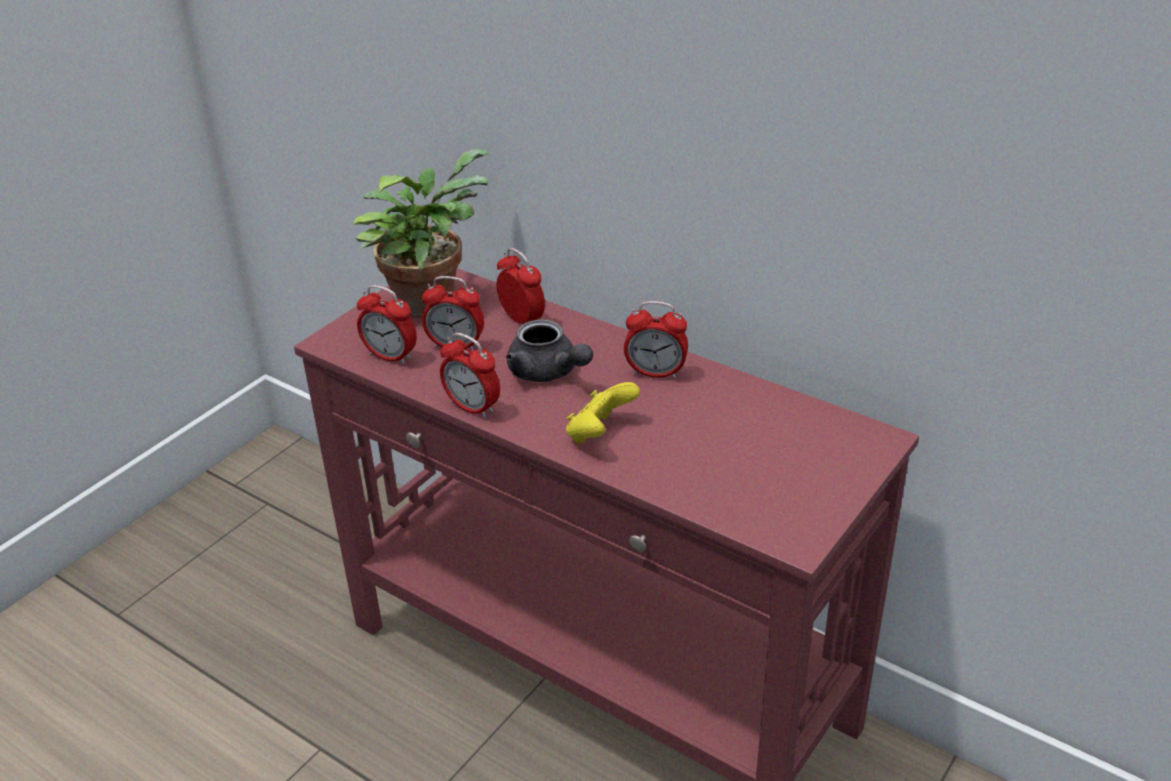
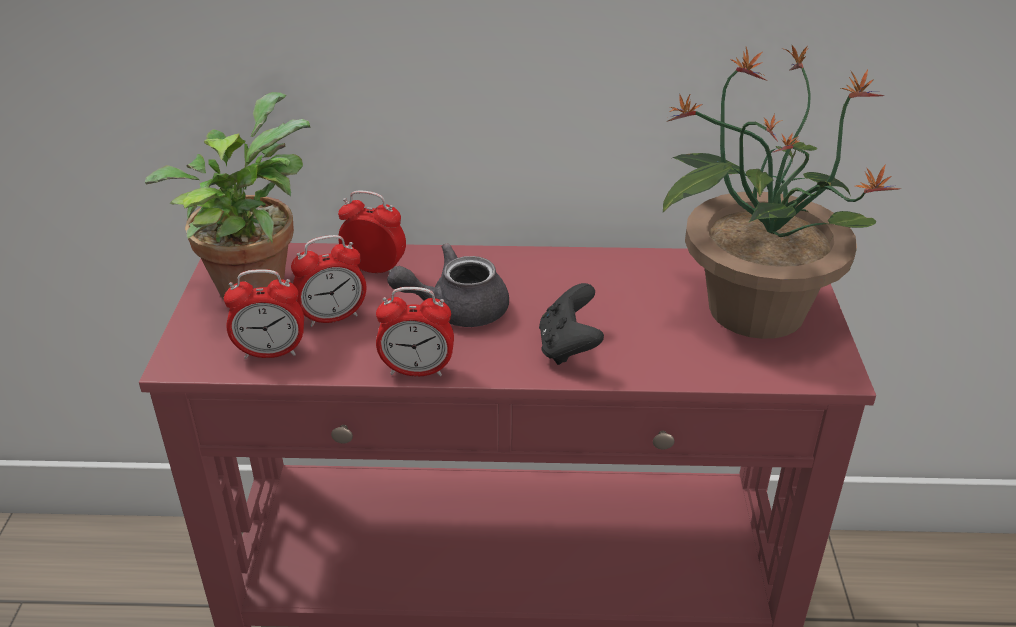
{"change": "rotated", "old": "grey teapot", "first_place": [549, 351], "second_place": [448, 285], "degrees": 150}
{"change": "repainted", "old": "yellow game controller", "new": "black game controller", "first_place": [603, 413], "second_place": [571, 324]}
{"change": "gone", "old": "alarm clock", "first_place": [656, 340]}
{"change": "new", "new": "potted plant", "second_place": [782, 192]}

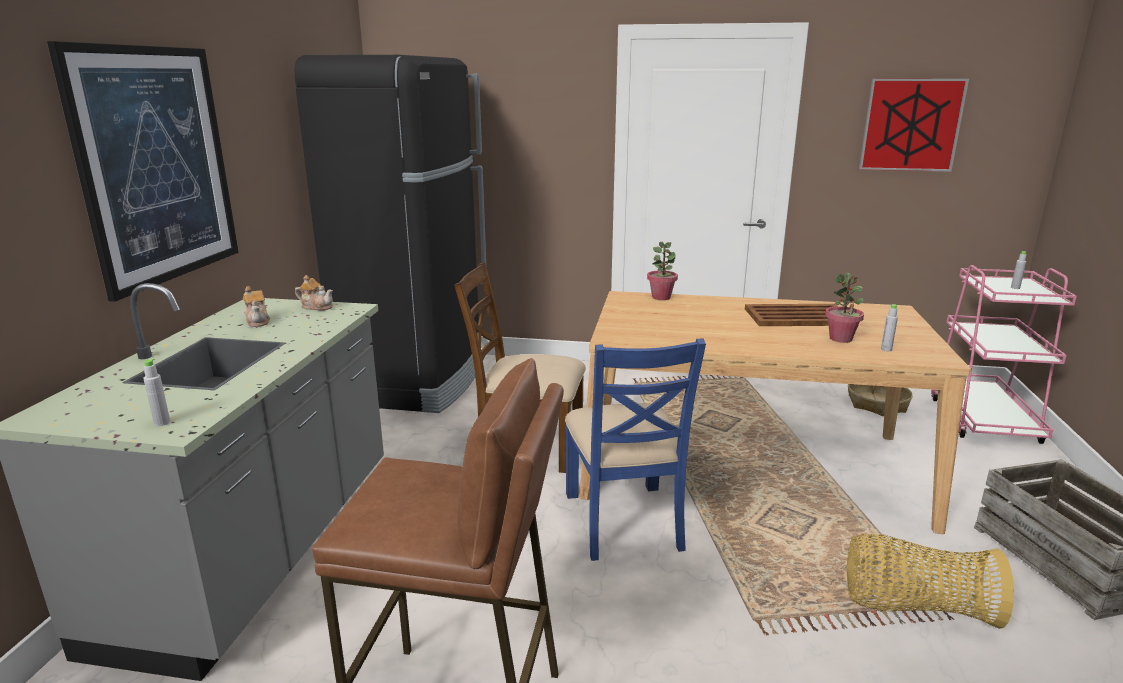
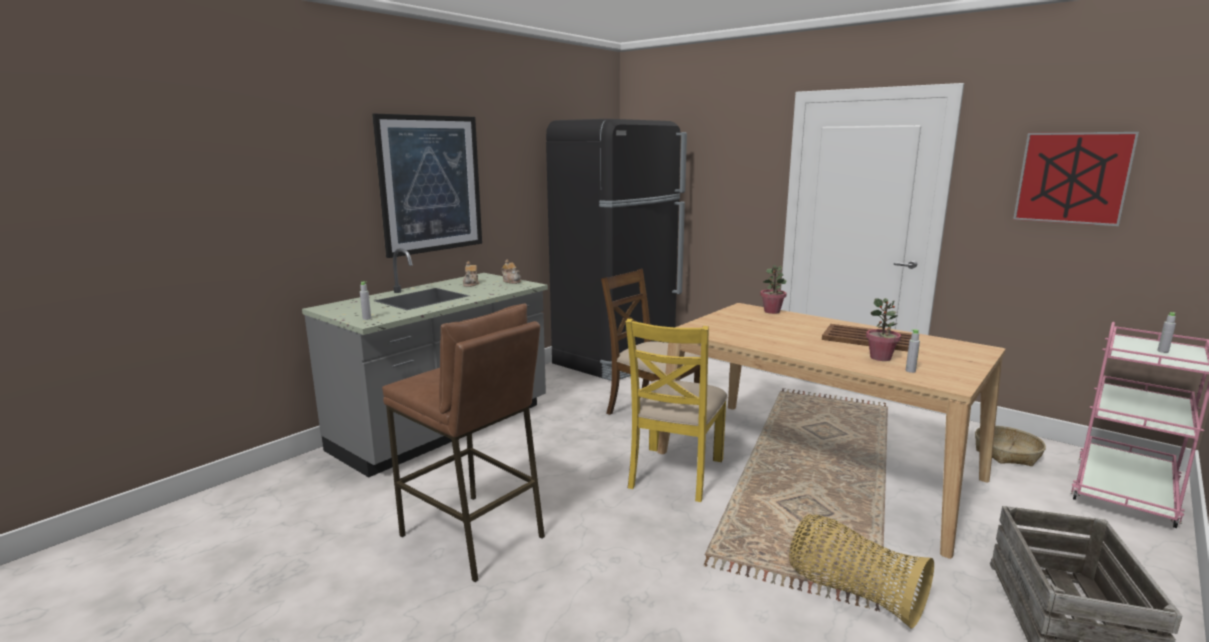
{"change": "repainted", "old": "blue chair", "new": "yellow chair", "first_place": [635, 449], "second_place": [676, 410]}

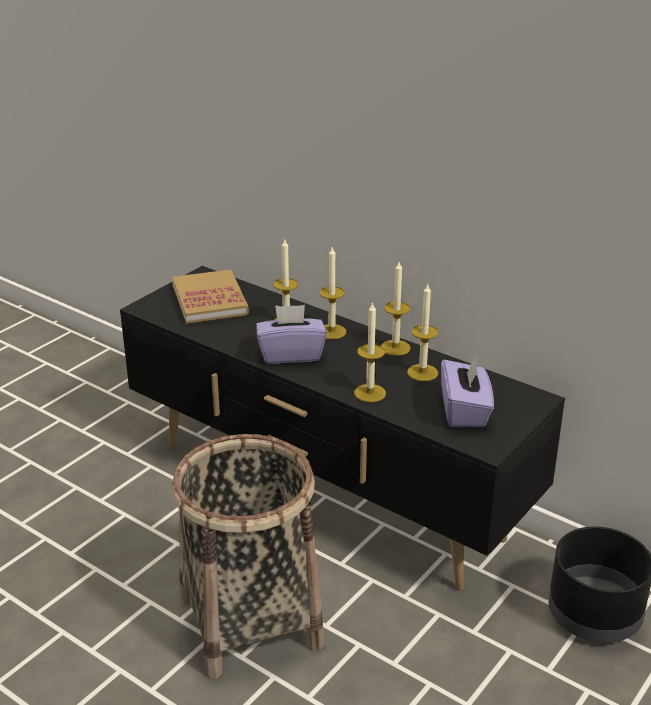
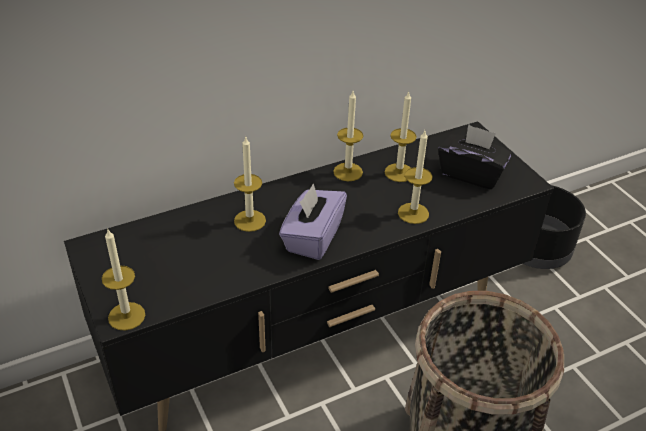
{"change": "gone", "old": "book", "first_place": [210, 297]}
{"change": "shifted", "old": "candle", "first_place": [333, 293], "second_place": [123, 279]}
{"change": "repainted", "old": "purple tissue box", "new": "black tissue box", "first_place": [467, 391], "second_place": [475, 156]}

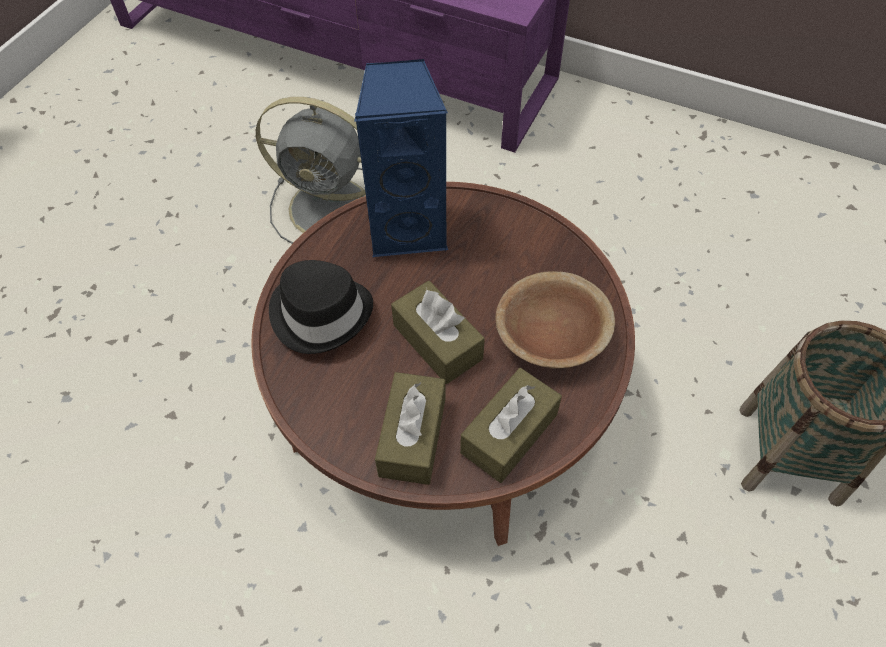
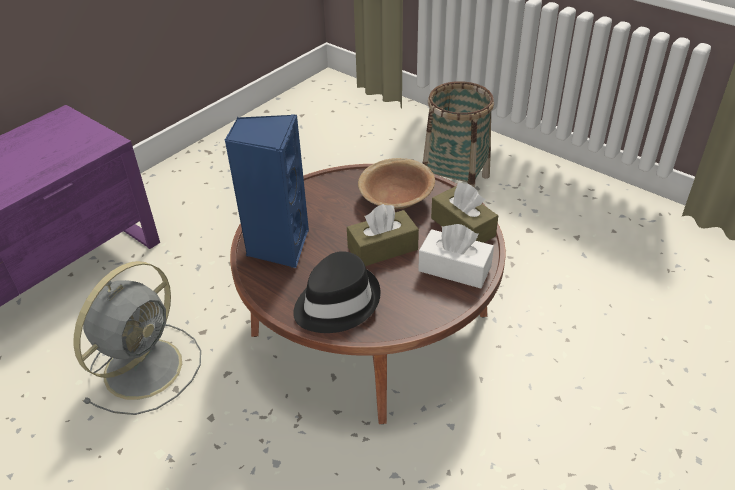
{"change": "repainted", "old": "brown tissue box", "new": "white tissue box", "first_place": [410, 428], "second_place": [456, 256]}

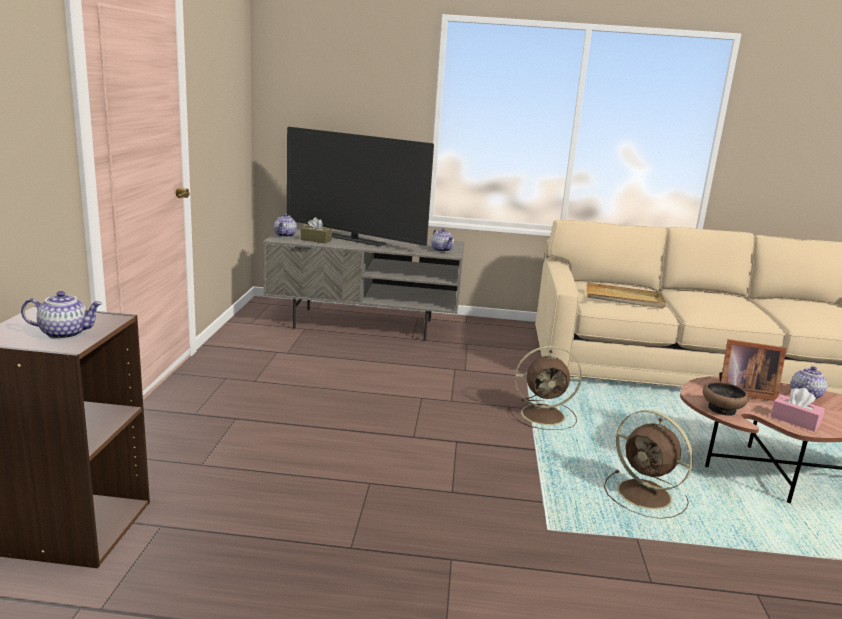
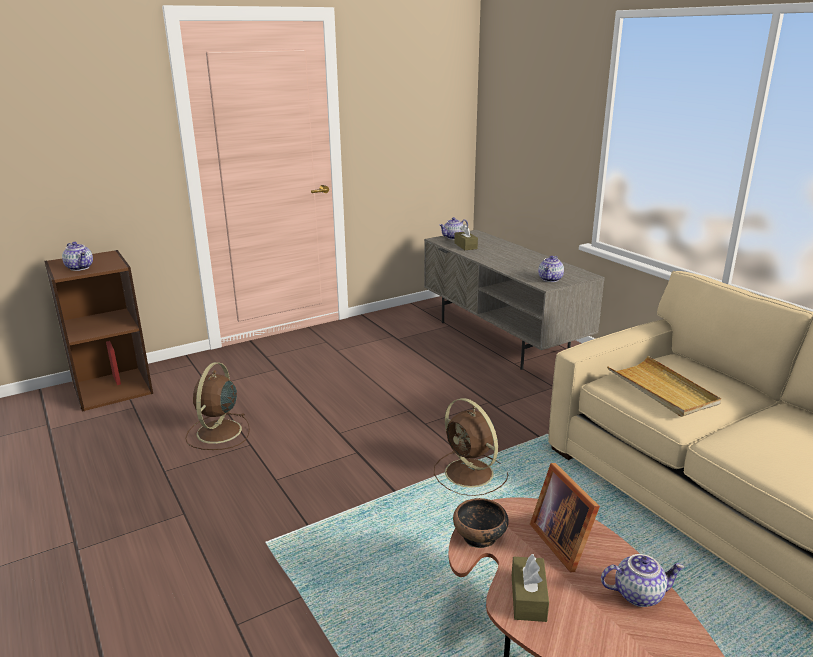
{"change": "gone", "old": "television", "first_place": [360, 186]}
{"change": "shifted", "old": "brown fan", "first_place": [648, 464], "second_place": [217, 406]}
{"change": "repainted", "old": "pink tissue box", "new": "brown tissue box", "first_place": [797, 410], "second_place": [530, 588]}

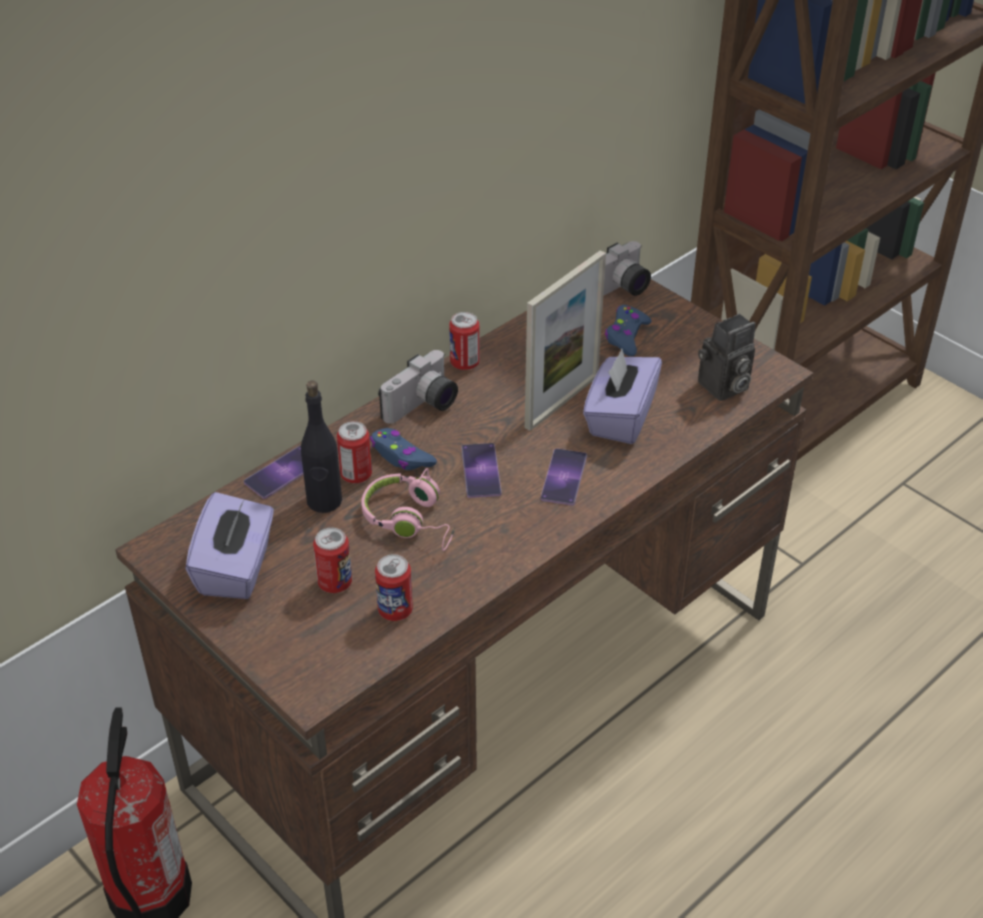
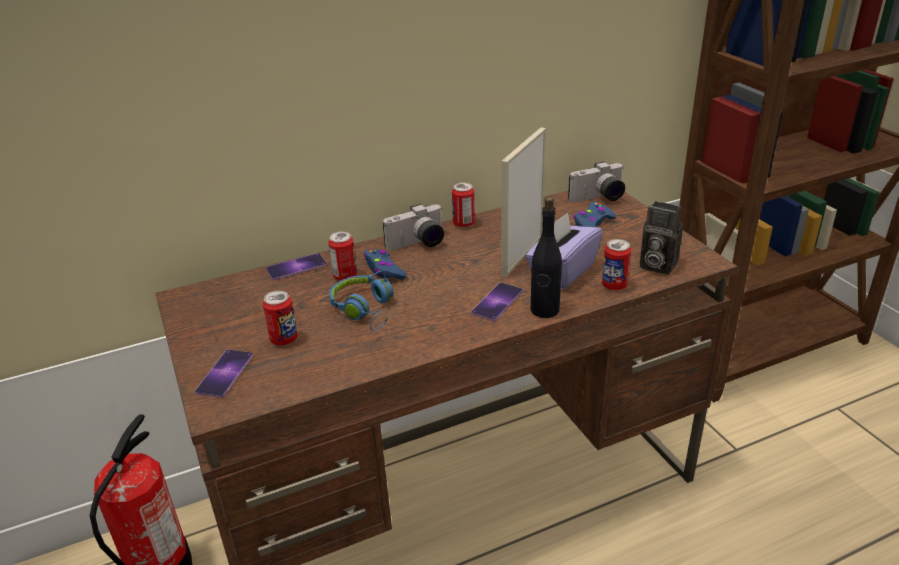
{"change": "gone", "old": "purple tissue box", "first_place": [229, 545]}
{"change": "shifted", "old": "black bottle", "first_place": [321, 446], "second_place": [546, 257]}
{"change": "repainted", "old": "pink headphones", "new": "blue headphones", "first_place": [408, 509], "second_place": [361, 300]}
{"change": "shifted", "old": "can", "first_place": [394, 587], "second_place": [616, 265]}
{"change": "shifted", "old": "phone", "first_place": [481, 470], "second_place": [224, 374]}
{"change": "rotated", "old": "picture frame", "first_place": [565, 340], "second_place": [523, 202], "degrees": 150}
{"change": "rotated", "old": "photo camera", "first_place": [726, 357], "second_place": [661, 238], "degrees": 45}

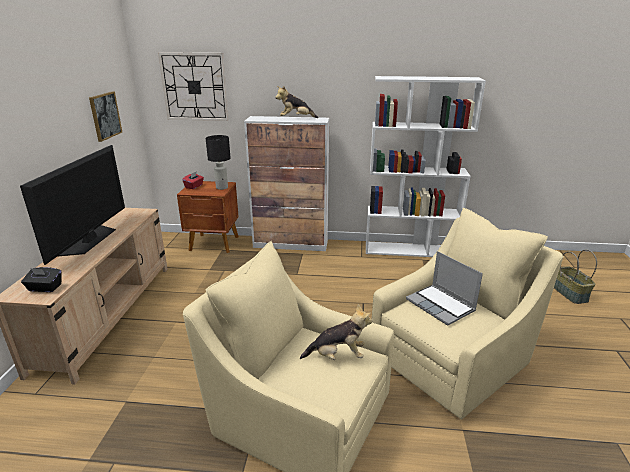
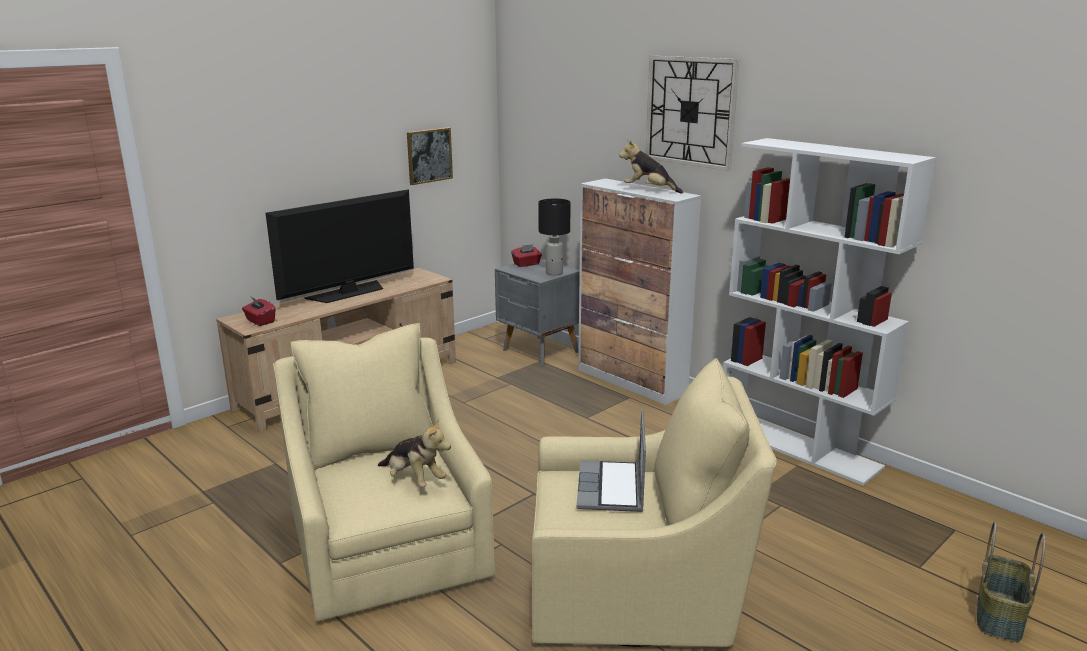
{"change": "repainted", "old": "black tissue box", "new": "red tissue box", "first_place": [41, 279], "second_place": [259, 311]}
{"change": "shifted", "old": "wall clock", "first_place": [193, 86], "second_place": [692, 113]}
{"change": "repainted", "old": "brown nightstand", "new": "grey nightstand", "first_place": [208, 217], "second_place": [537, 312]}

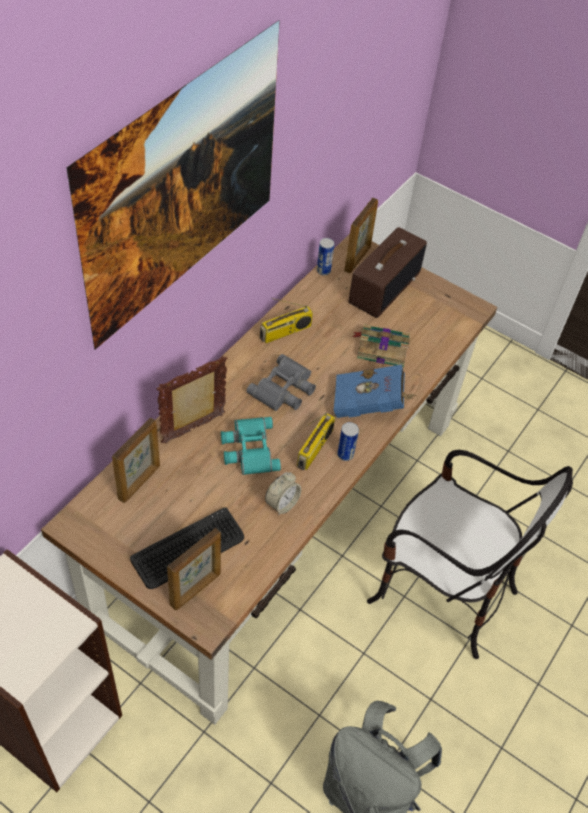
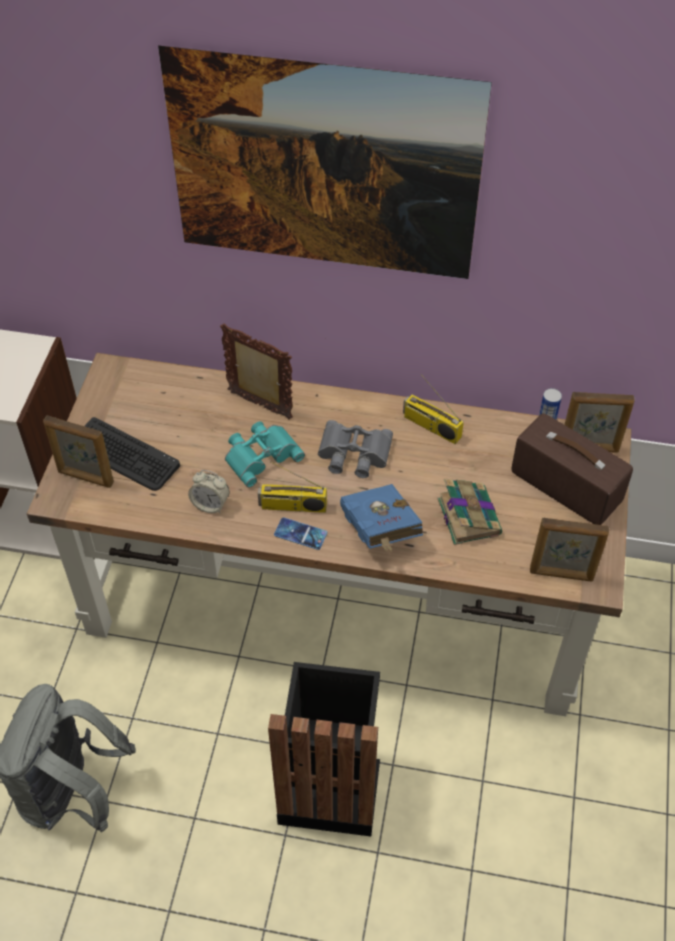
{"change": "shifted", "old": "picture frame", "first_place": [136, 460], "second_place": [569, 550]}
{"change": "swapped", "old": "can", "new": "phone", "first_place": [348, 441], "second_place": [300, 533]}
{"change": "rotated", "old": "radio", "first_place": [388, 272], "second_place": [572, 469], "degrees": -150}
{"change": "swapped", "old": "chair", "new": "black trash can", "first_place": [470, 554], "second_place": [324, 749]}

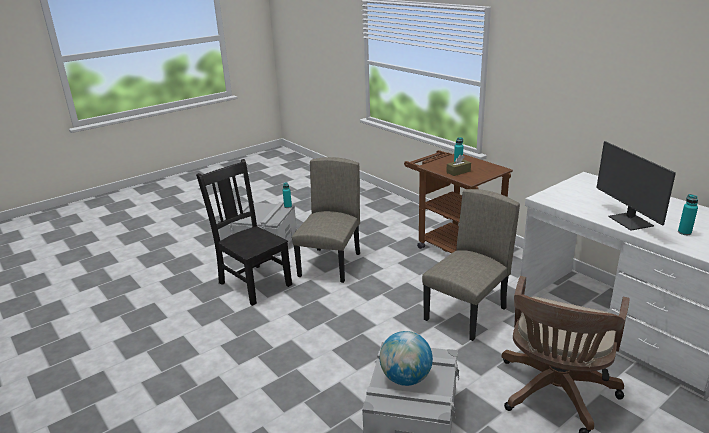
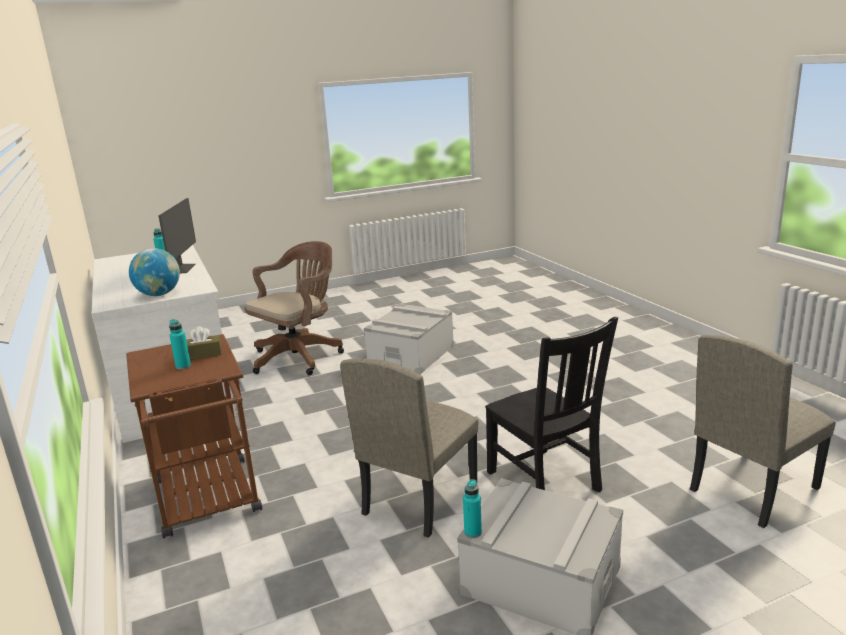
{"change": "shifted", "old": "globe", "first_place": [406, 358], "second_place": [154, 272]}
{"change": "shifted", "old": "beige chair", "first_place": [471, 265], "second_place": [763, 431]}

